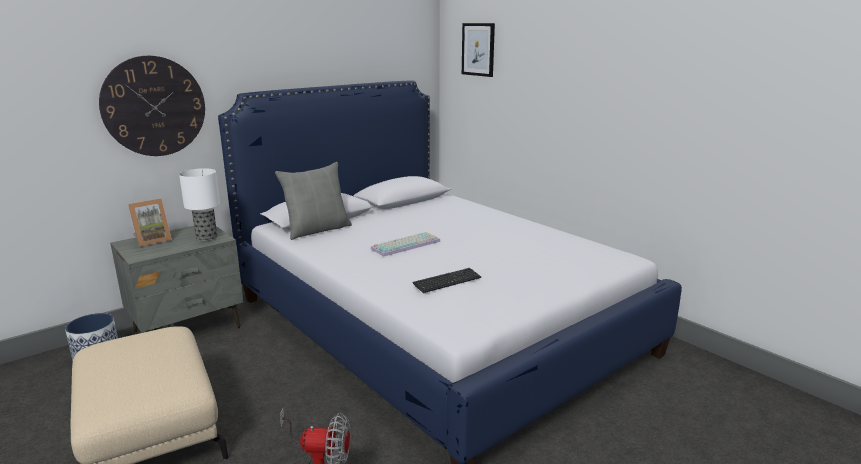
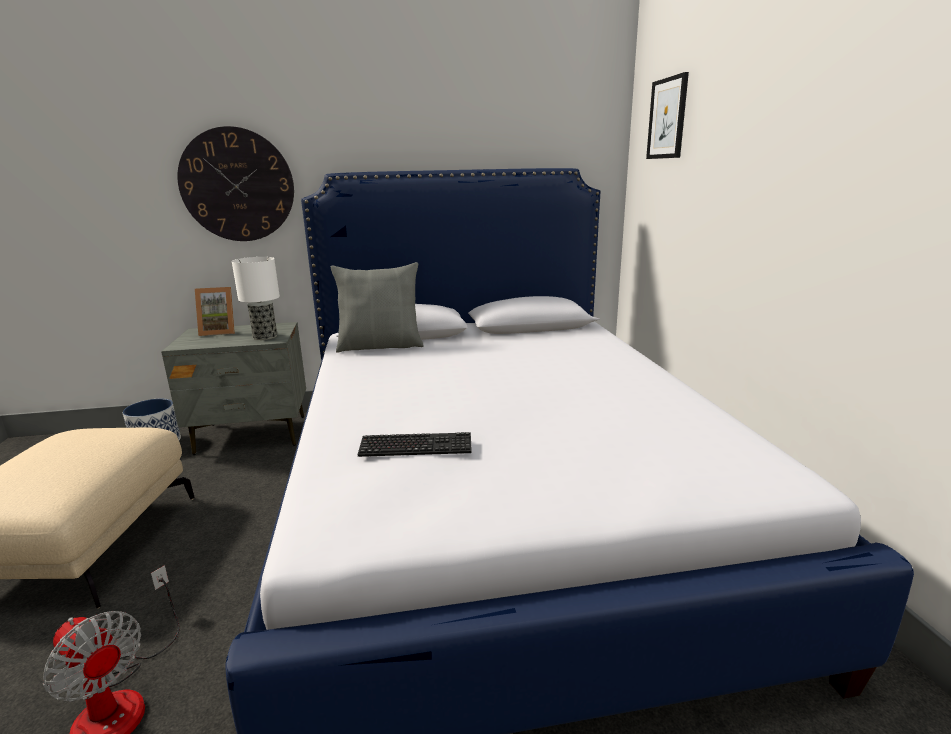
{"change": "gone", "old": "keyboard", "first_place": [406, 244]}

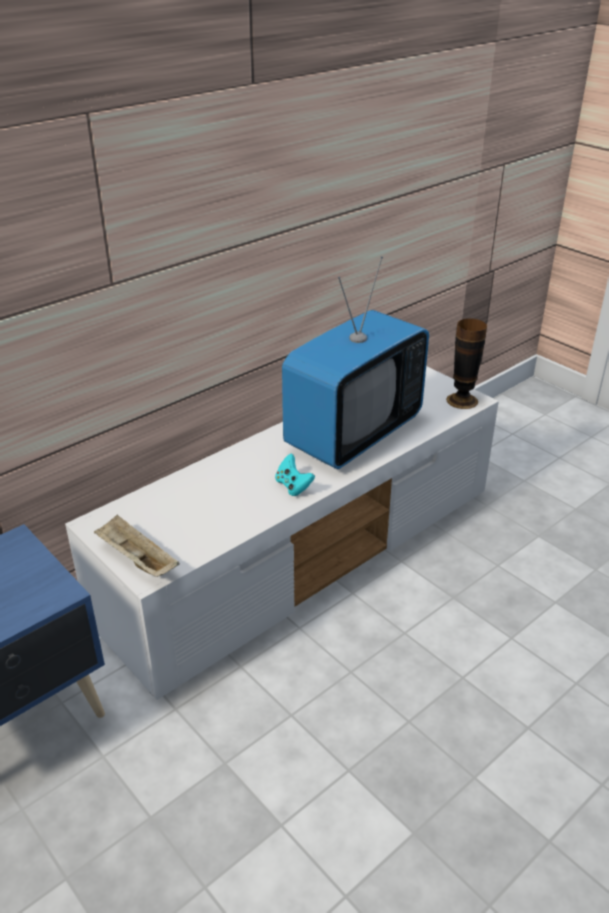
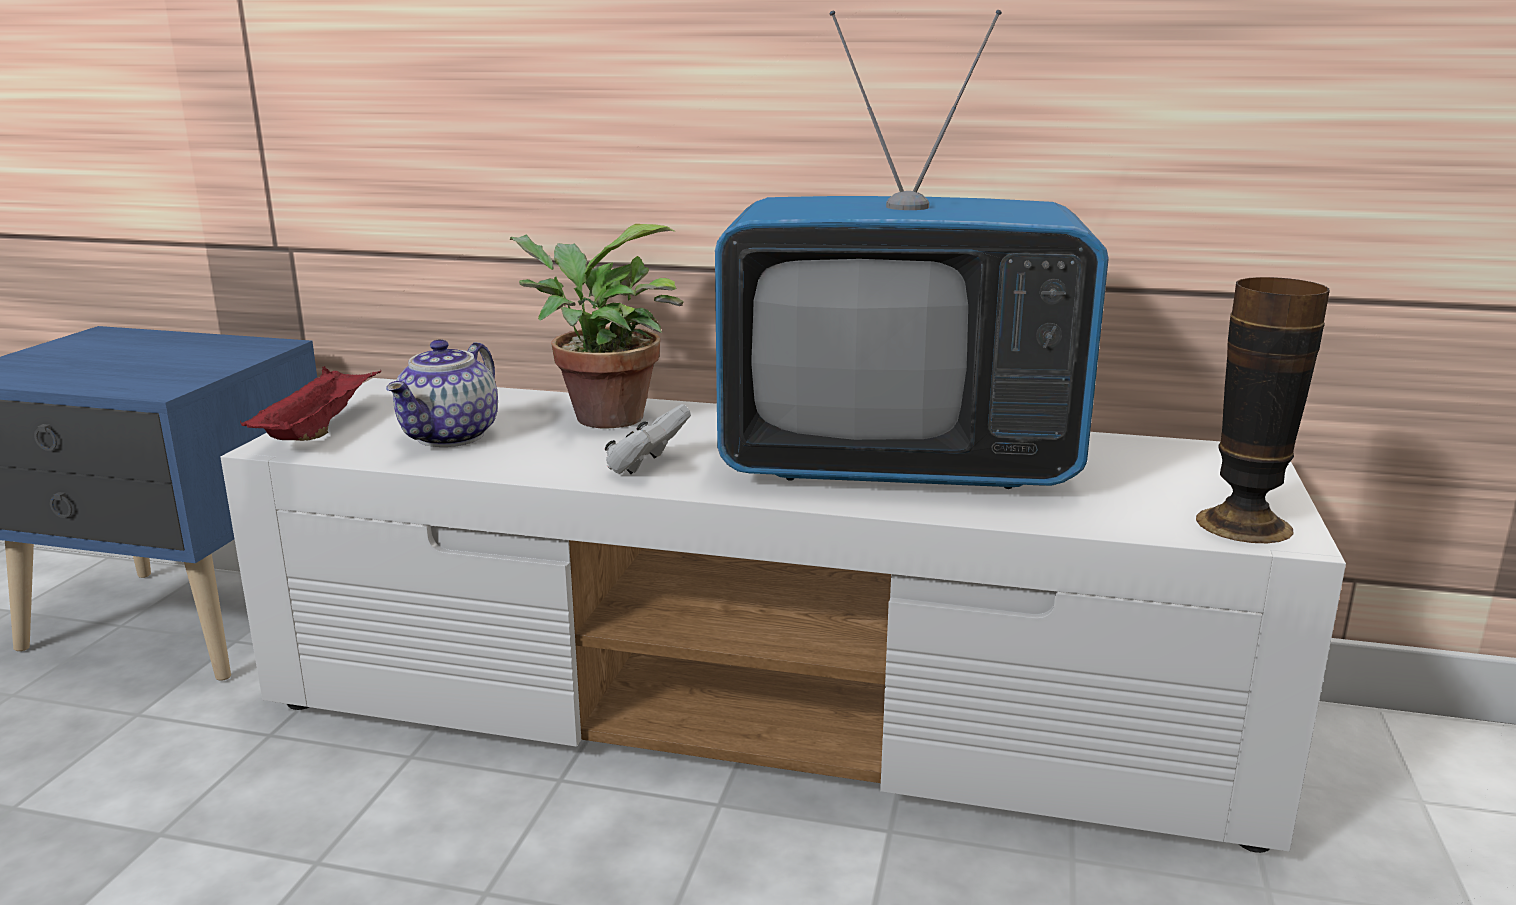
{"change": "repainted", "old": "beige tray", "new": "red tray", "first_place": [137, 545], "second_place": [310, 403]}
{"change": "repainted", "old": "turquoise game controller", "new": "white game controller", "first_place": [295, 475], "second_place": [648, 439]}
{"change": "new", "new": "teapot", "second_place": [442, 393]}
{"change": "new", "new": "potted plant", "second_place": [597, 326]}

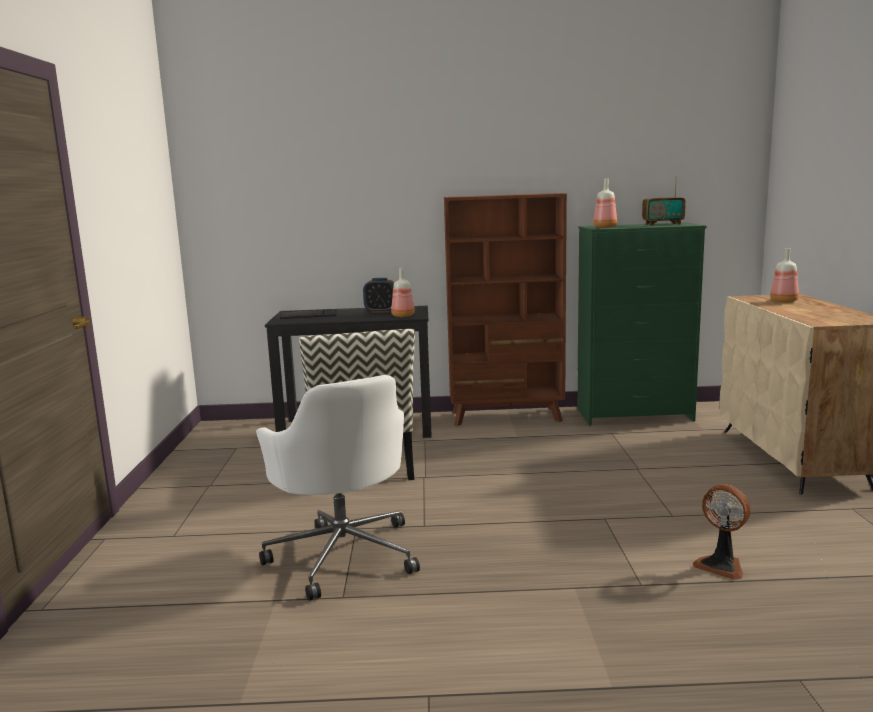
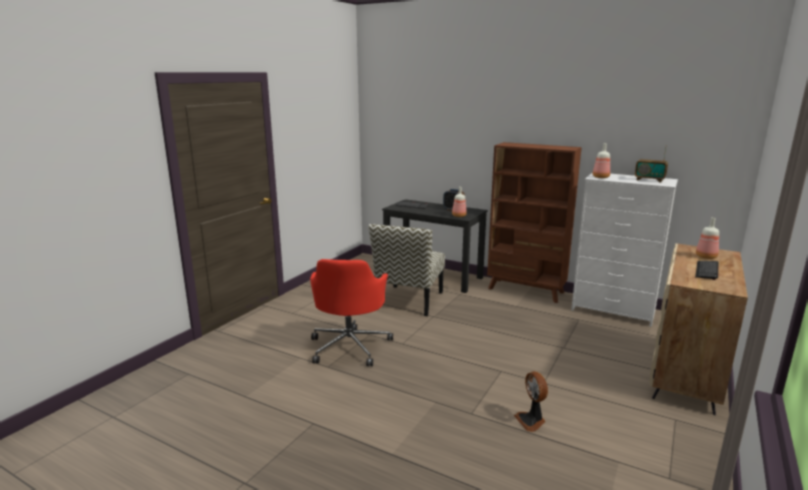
{"change": "repainted", "old": "white office chair", "new": "red office chair", "first_place": [338, 488], "second_place": [351, 312]}
{"change": "repainted", "old": "green dresser", "new": "white dresser", "first_place": [642, 324], "second_place": [624, 249]}
{"change": "new", "new": "keyboard", "second_place": [707, 270]}

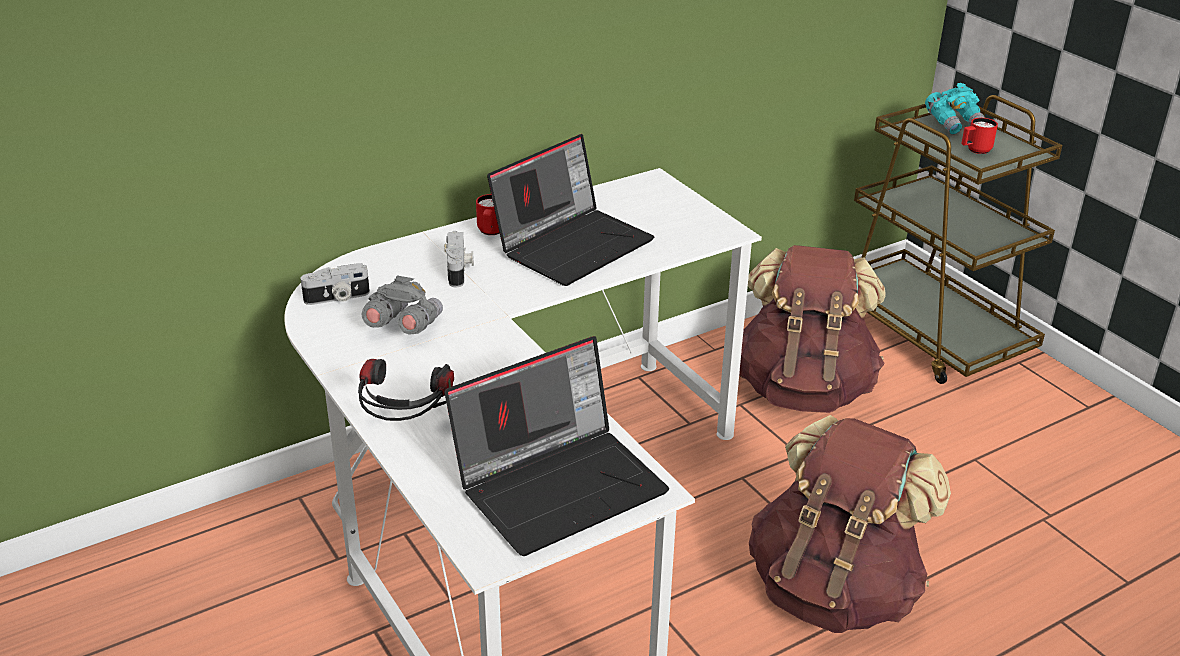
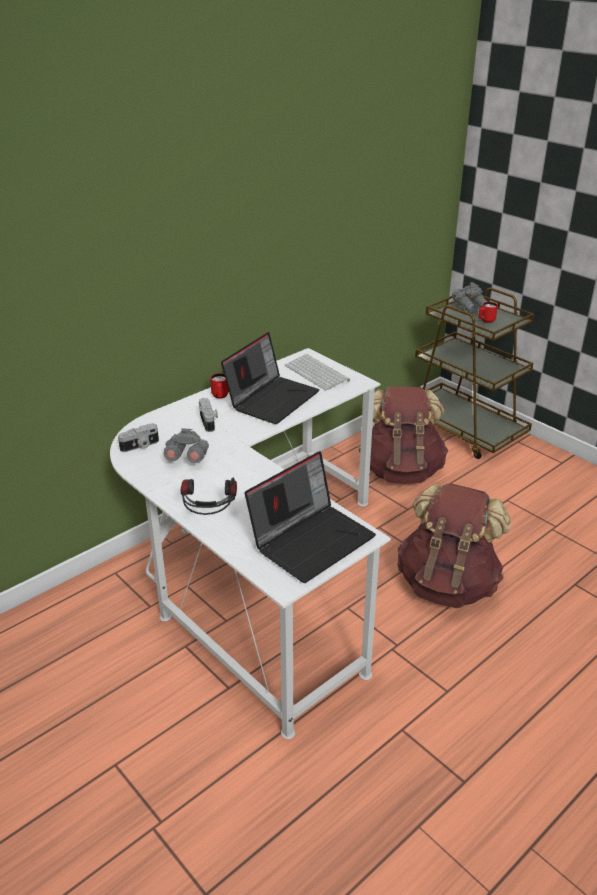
{"change": "repainted", "old": "turquoise binoculars", "new": "grey binoculars", "first_place": [955, 108], "second_place": [469, 297]}
{"change": "new", "new": "keyboard", "second_place": [317, 372]}

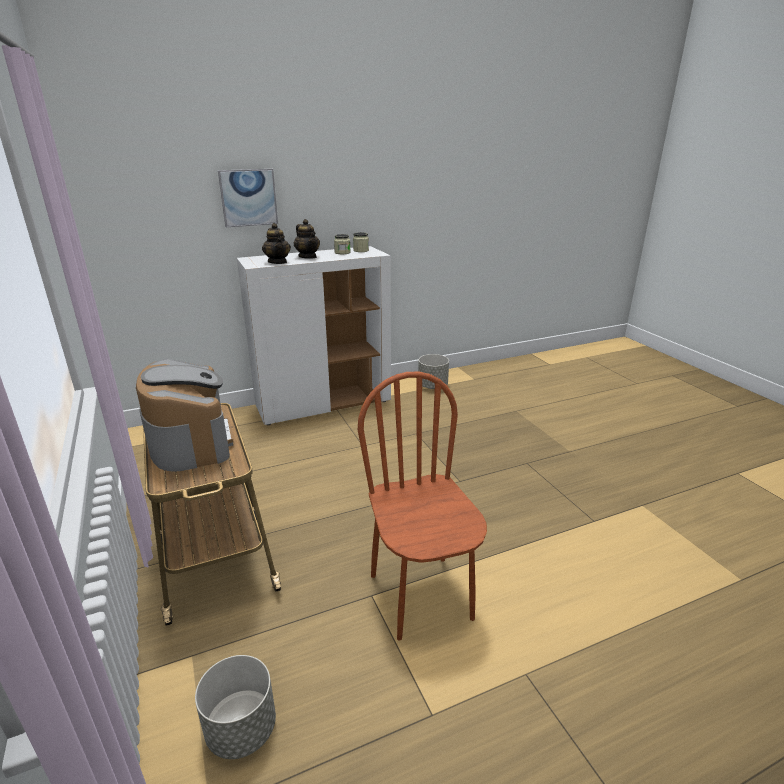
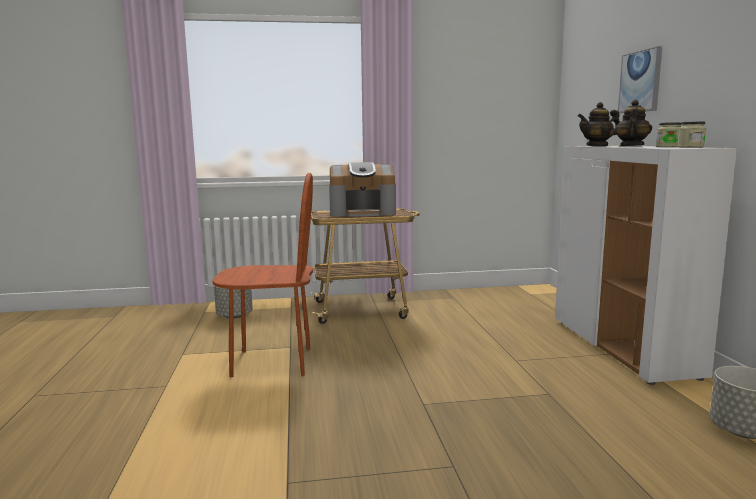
{"change": "rotated", "old": "teapot", "first_place": [307, 239], "second_place": [633, 122], "degrees": 135}

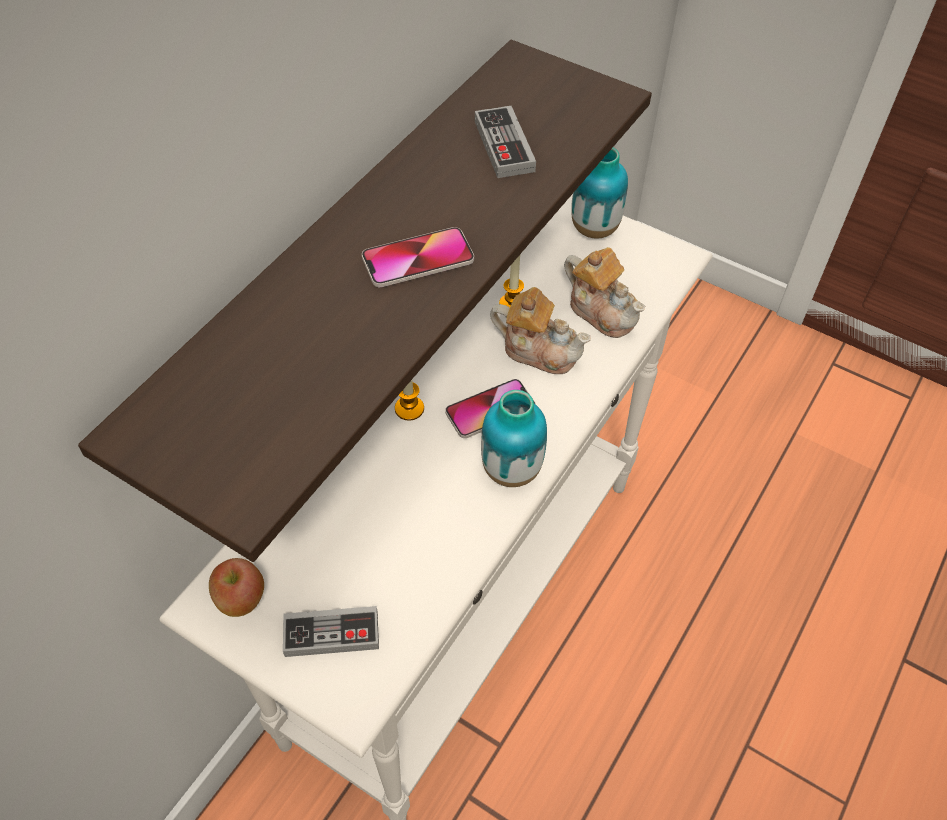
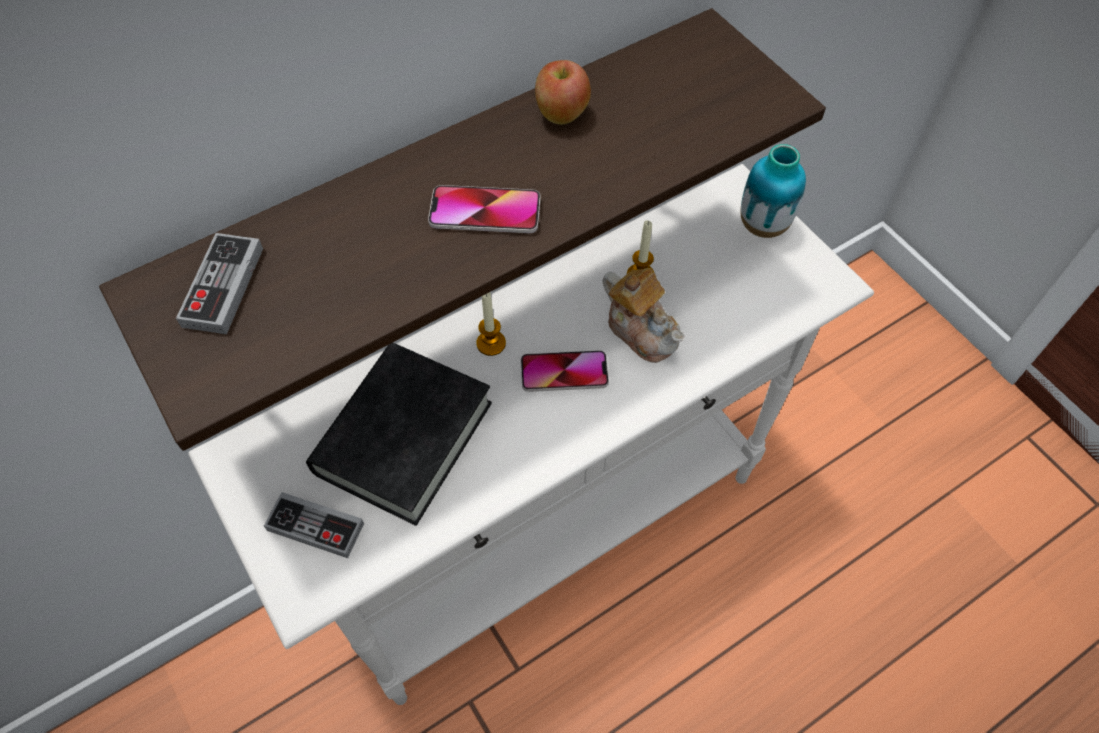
{"change": "shifted", "old": "apple", "first_place": [236, 587], "second_place": [563, 92]}
{"change": "shifted", "old": "game controller", "first_place": [505, 142], "second_place": [219, 283]}
{"change": "gone", "old": "vase", "first_place": [514, 438]}
{"change": "gone", "old": "teapot", "first_place": [604, 292]}
{"change": "new", "new": "black book", "second_place": [399, 434]}

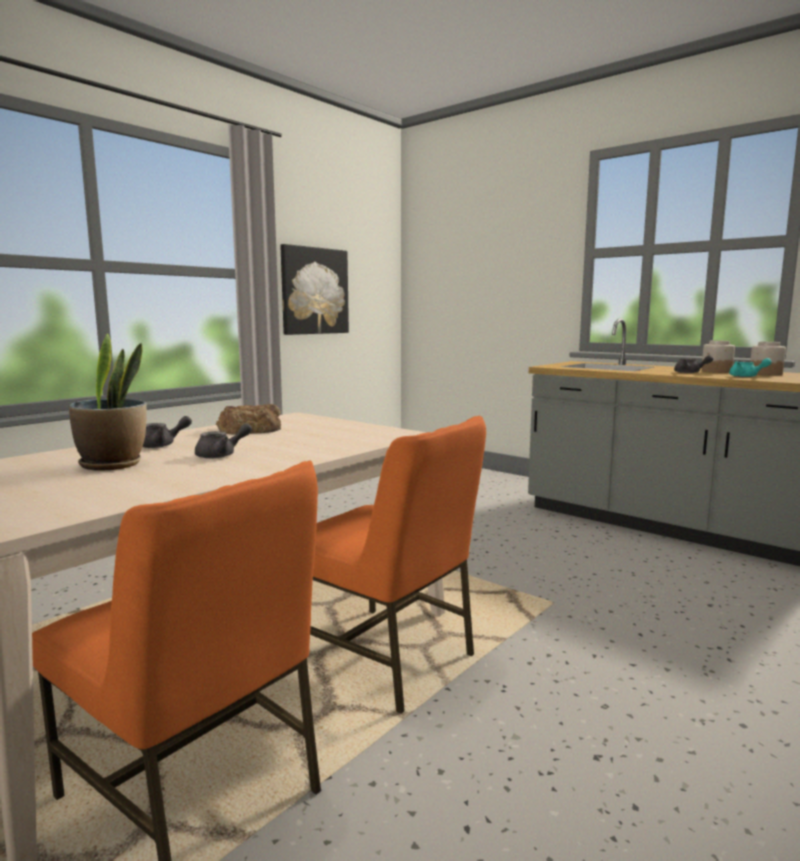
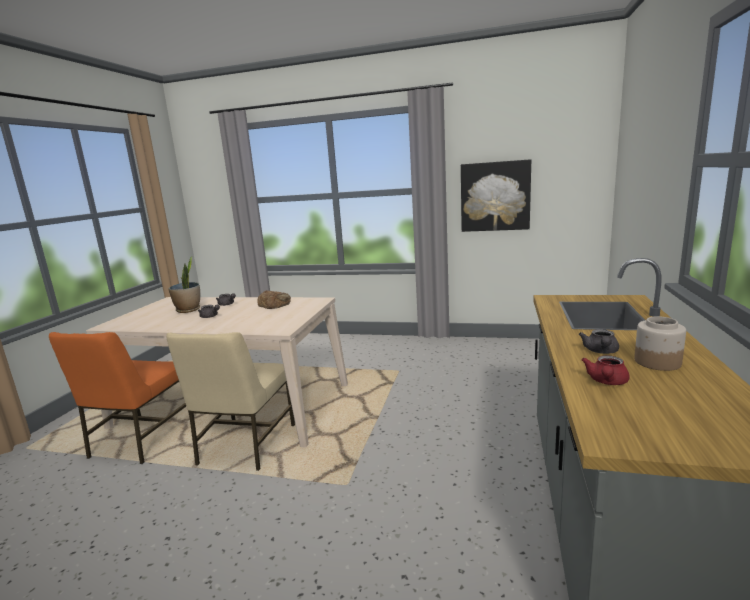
{"change": "repainted", "old": "orange chair", "new": "beige chair", "first_place": [398, 565], "second_place": [230, 401]}
{"change": "repainted", "old": "turquoise teapot", "new": "red teapot", "first_place": [750, 367], "second_place": [605, 370]}
{"change": "gone", "old": "jar", "first_place": [768, 359]}

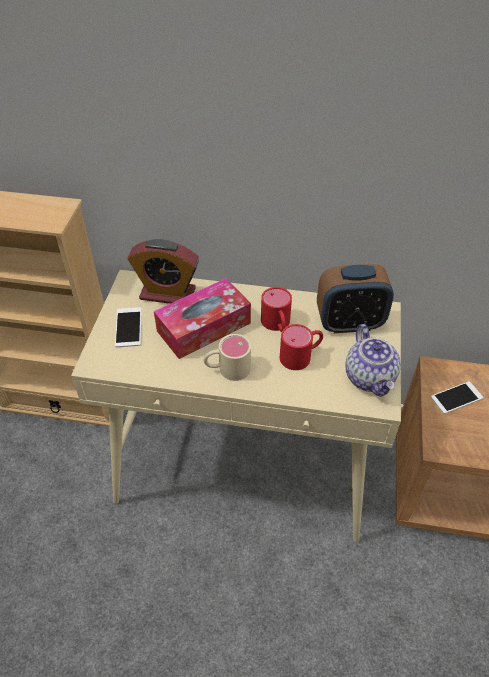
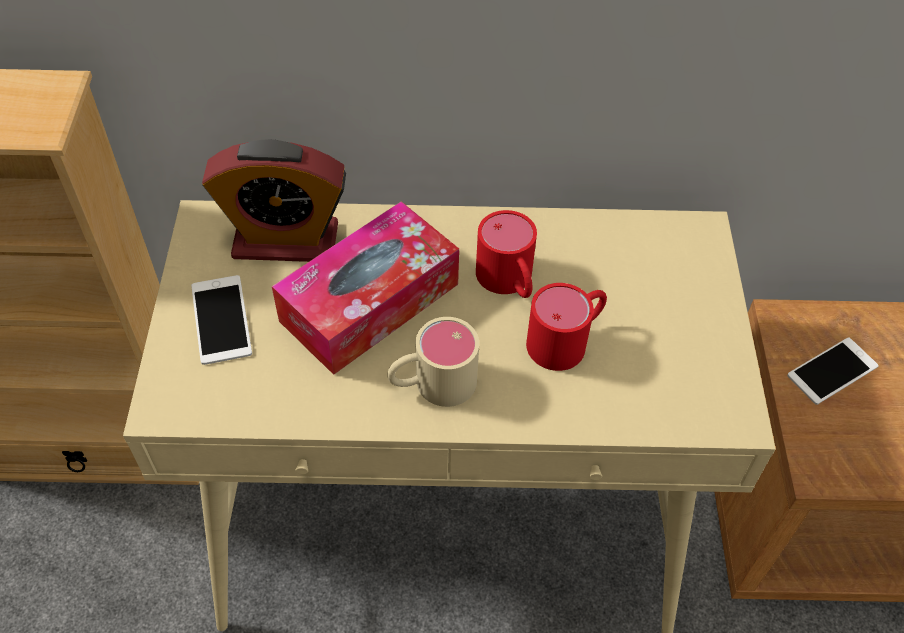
{"change": "gone", "old": "alarm clock", "first_place": [355, 298]}
{"change": "gone", "old": "teapot", "first_place": [373, 360]}

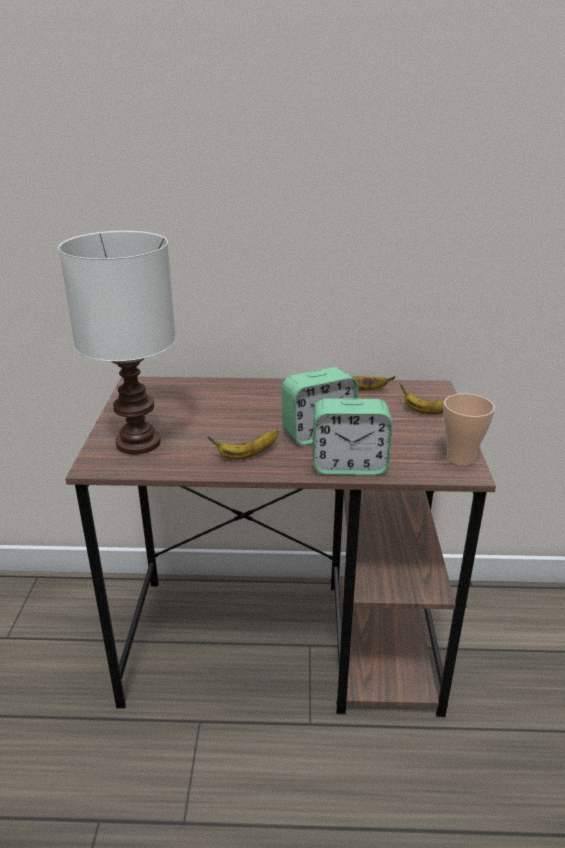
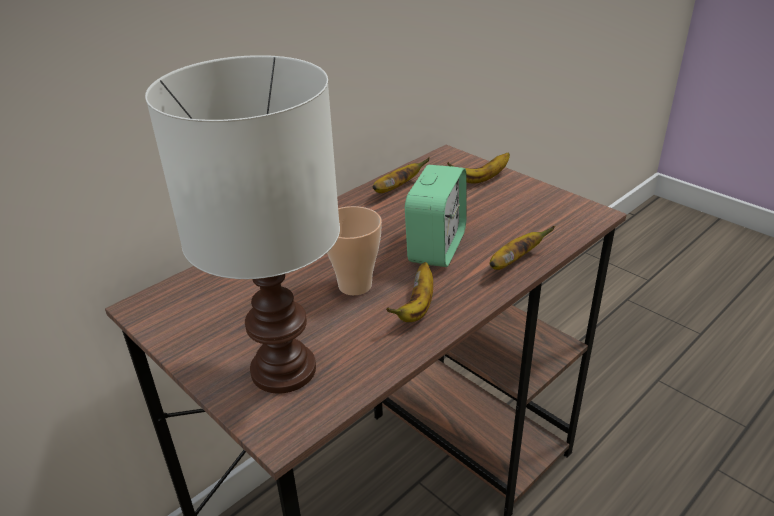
{"change": "swapped", "old": "alarm clock", "new": "banana", "first_place": [353, 436], "second_place": [522, 248]}
{"change": "shifted", "old": "cup", "first_place": [469, 430], "second_place": [354, 250]}

